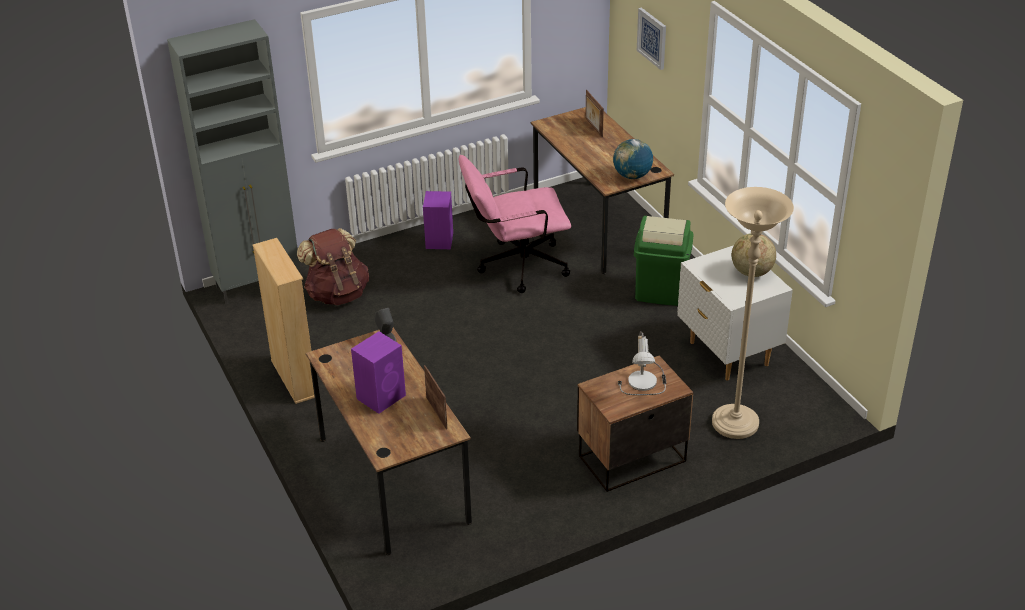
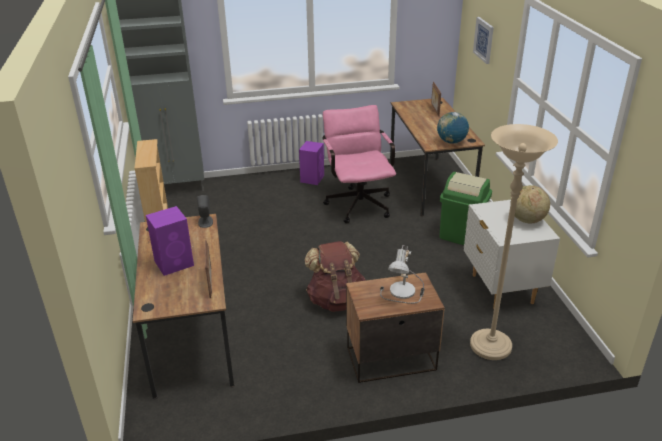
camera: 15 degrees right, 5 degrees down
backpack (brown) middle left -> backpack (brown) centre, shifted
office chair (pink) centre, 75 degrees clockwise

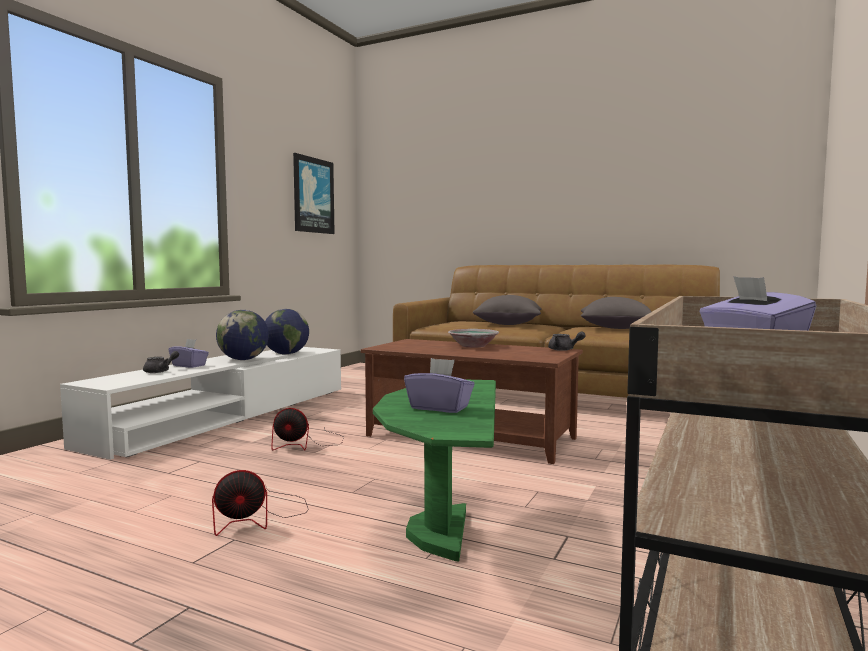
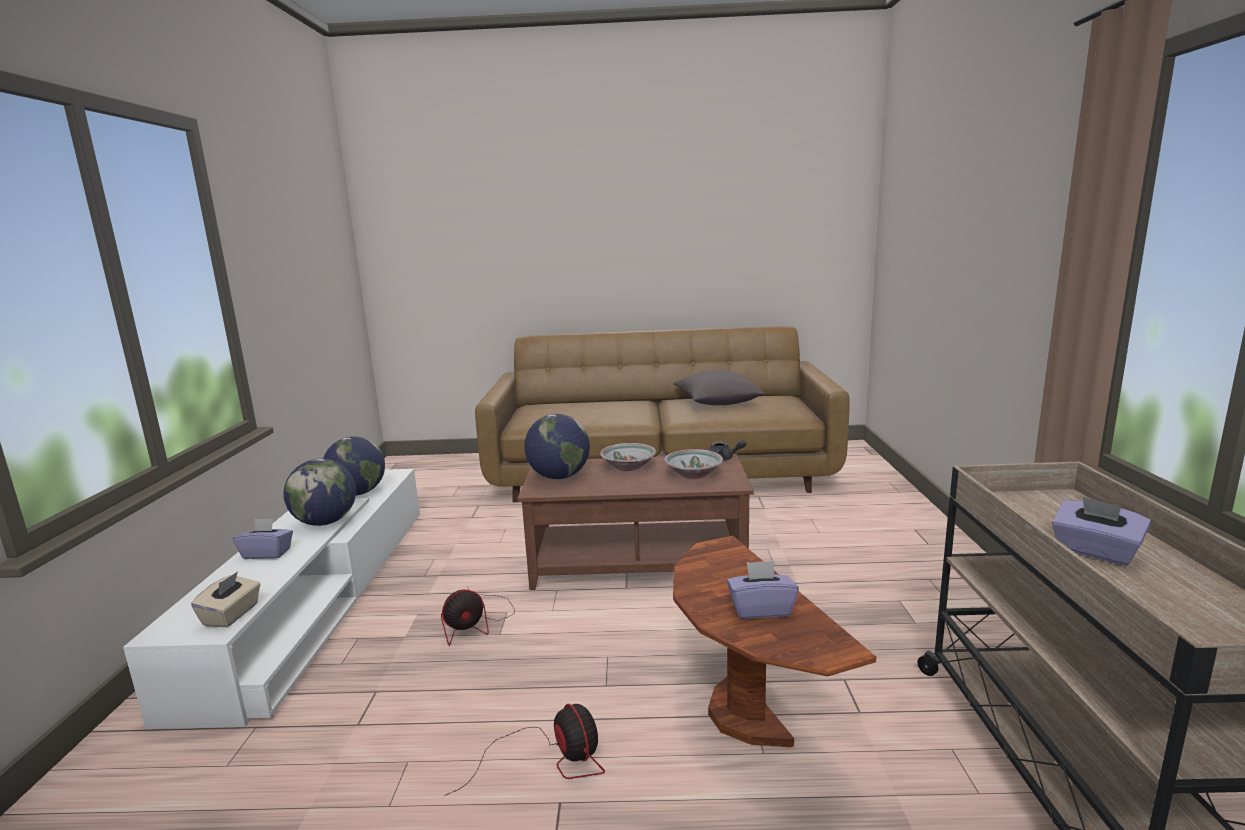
camera: 25 degrees left, 10 degrees up
none -> tissue box (beige) bottom left
fan (no. 1 from left in the first image) bottom left -> fan (no. 2 from left) bottom centre, 75 degrees counterclockwise
none -> globe (no. 3 from left) centre
none -> bowl (no. 2 from left) centre
side table (green) bottom centre -> side table (brown) bottom centre
teapot (grey) (no. 1 from left) middle left -> none
picture top centre -> none
pillow (grey) (no. 1 from left) centre -> none

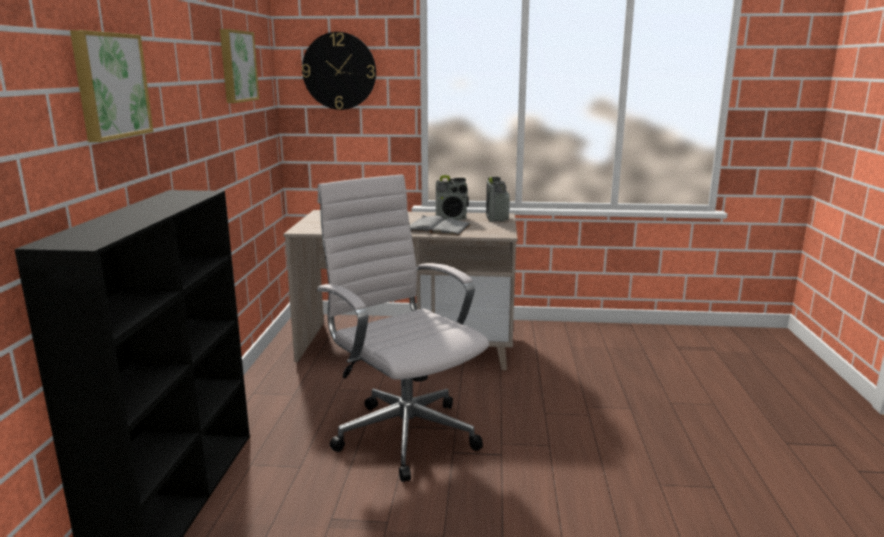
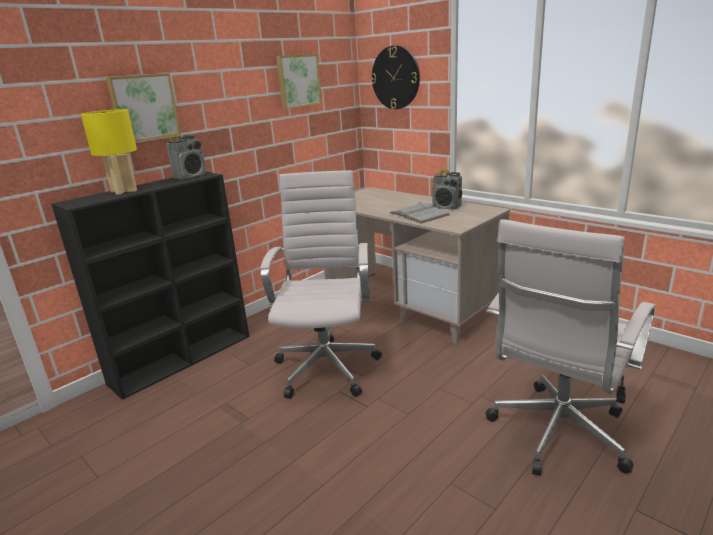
camera: 40 degrees right, 5 degrees up
none -> table lamp (yellow) top left
radio (no. 2 from left in the first image) centre -> radio (no. 1 from left) top left, shifted
none -> office chair (white) (no. 2 from left) middle right

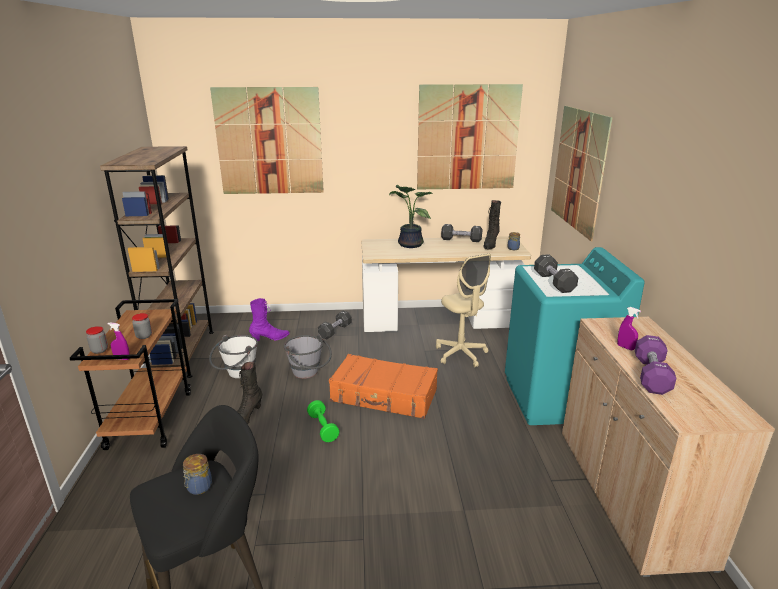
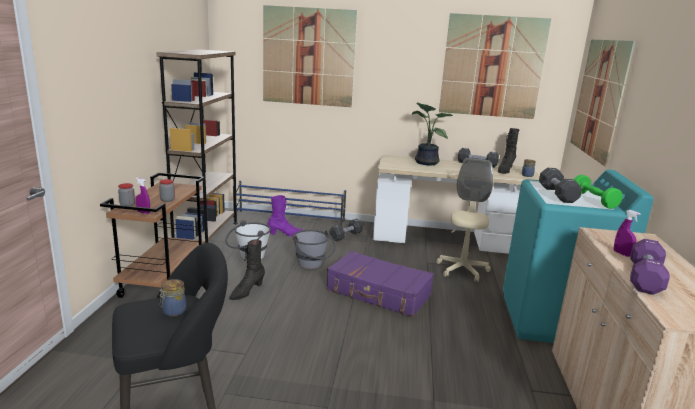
camera: 10 degrees right, 5 degrees down
none -> shoe rack (blue) centre
suitcase (orange) centre -> suitcase (purple) bottom centre
office chair (beige) centre -> office chair (beige) middle right, 150 degrees counterclockwise
dumbbell (green) bottom centre -> dumbbell (green) middle right, shifted

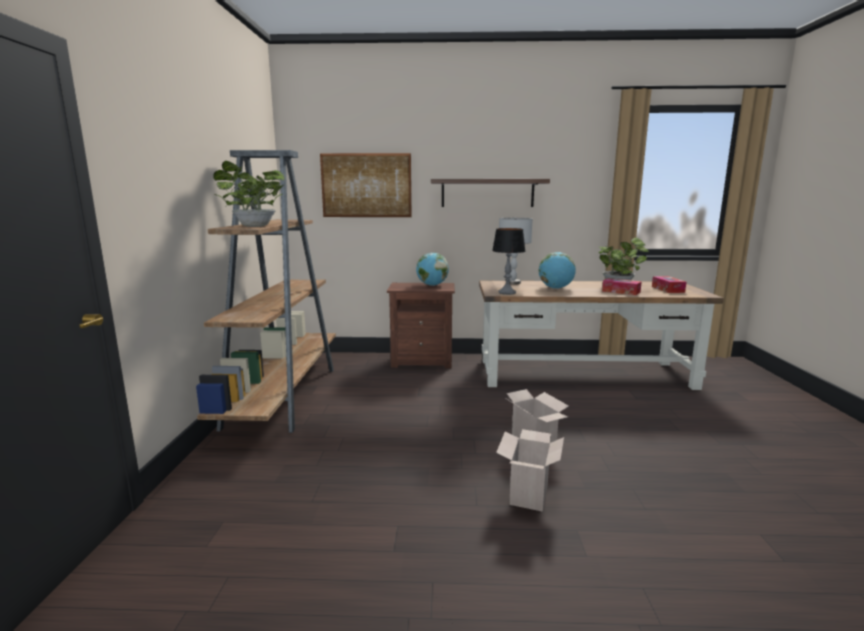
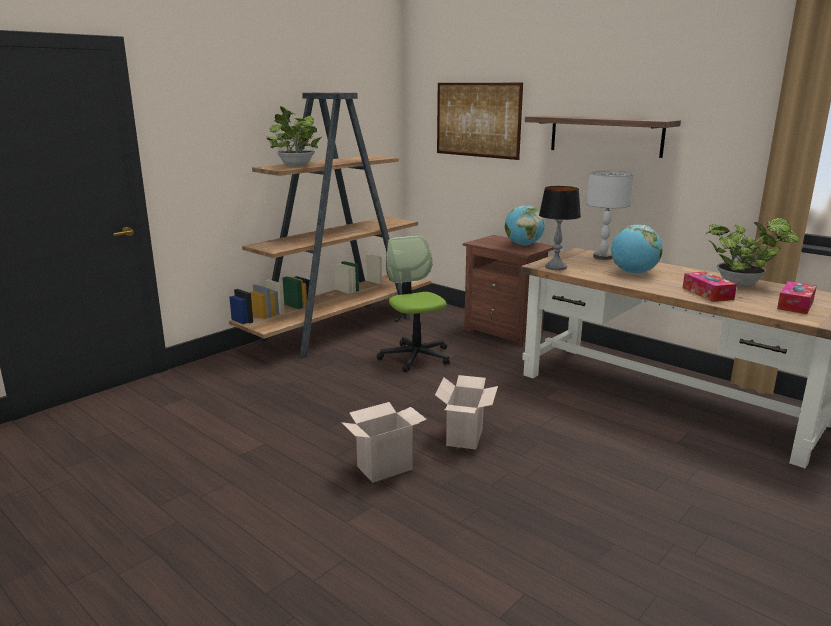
camera: 40 degrees right, 5 degrees up
none -> office chair centre

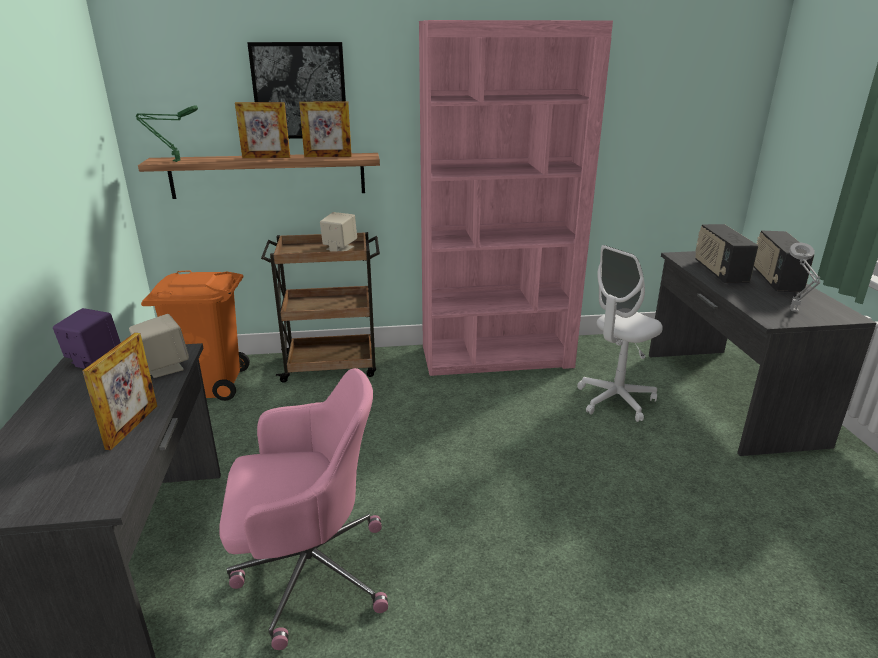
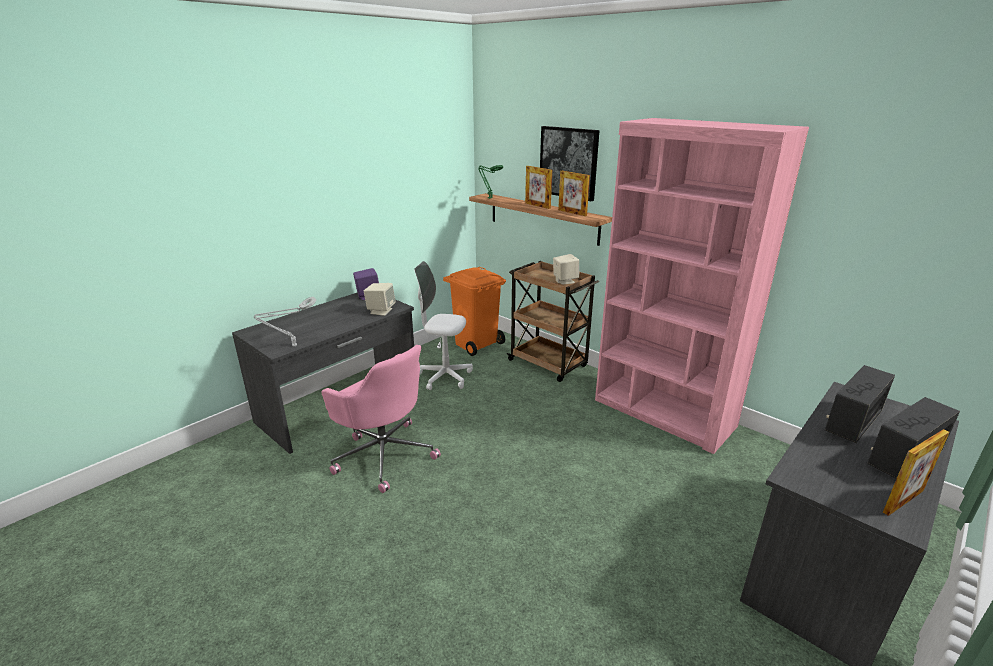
camera: 50 degrees right, 0 degrees up
table lamp (grey) middle right -> table lamp (grey) middle left, shifted
office chair (white) middle right -> office chair (white) centre, shifted
picture frame (no. 1 from left in the first image) middle left -> picture frame (no. 3 from left) bottom right, shifted

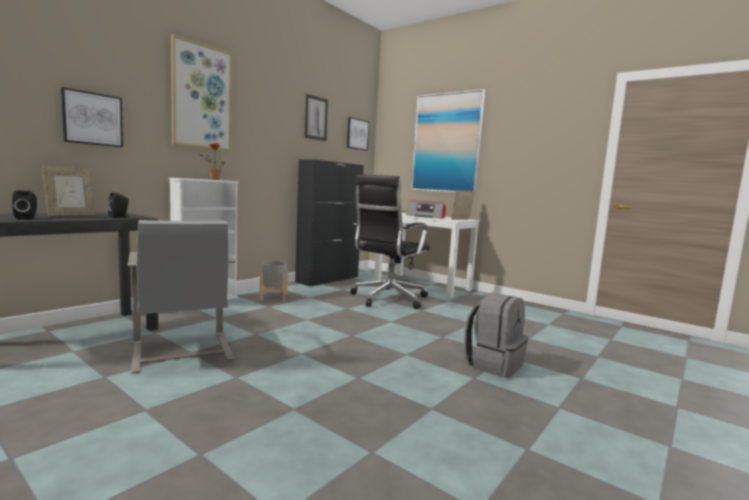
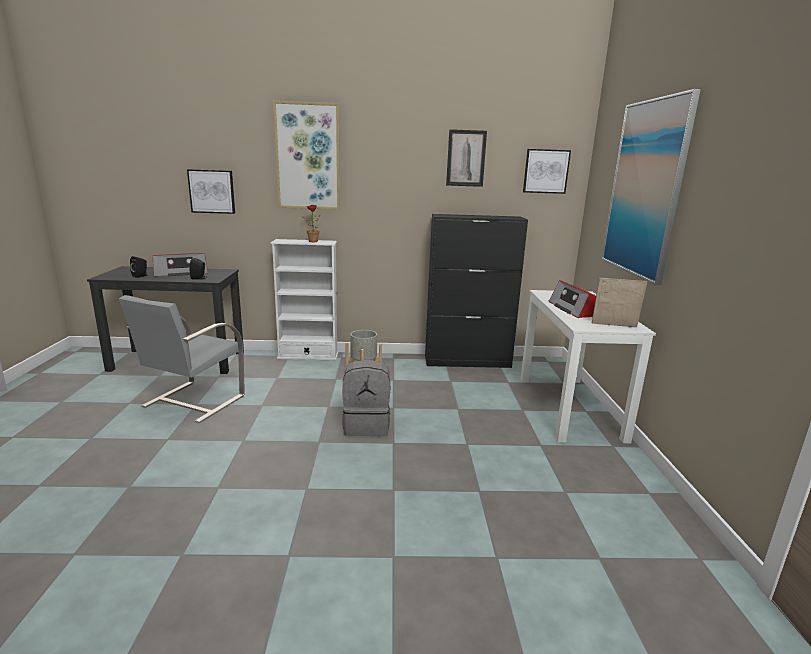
camera: 50 degrees right, 10 degrees up
picture frame (no. 1 from left) middle left -> radio (no. 1 from left) middle left
backpack (grey) bottom centre -> backpack (grey) centre, shifted
office chair (black) centre -> none

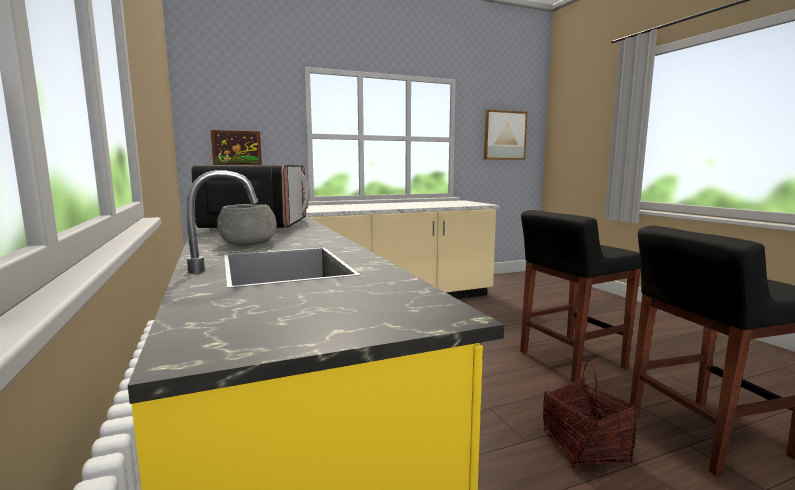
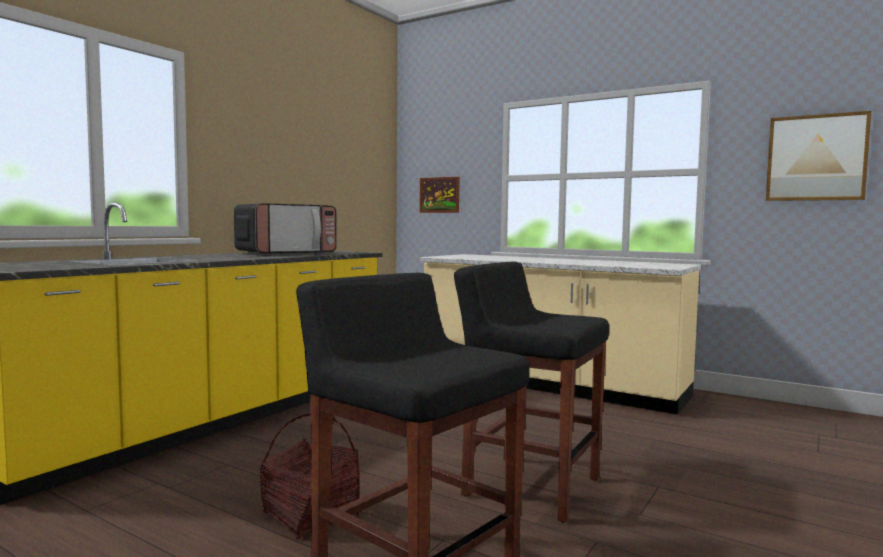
camera: 55 degrees right, 5 degrees down
bowl (grey) middle left -> none

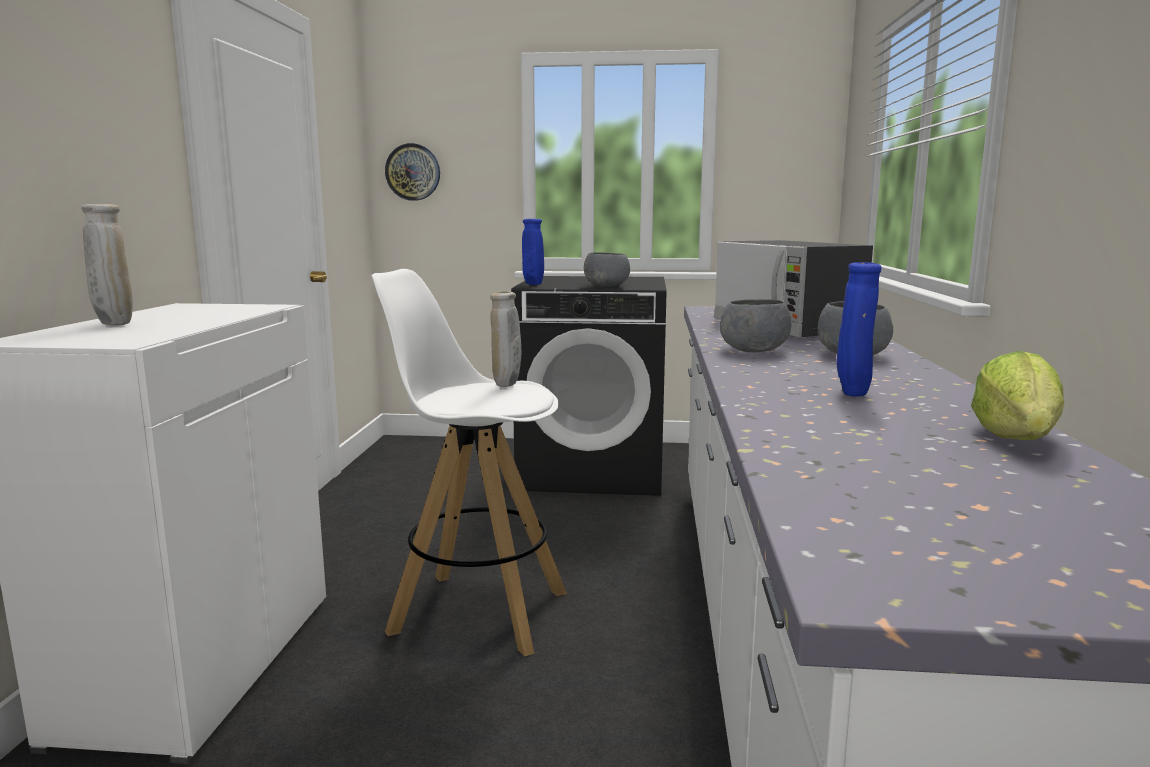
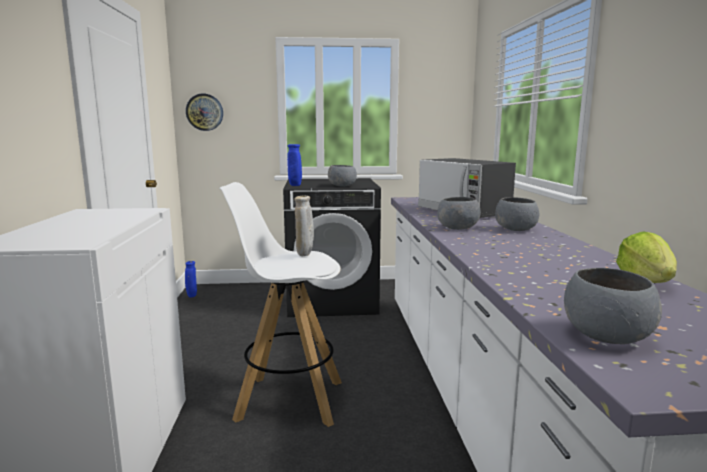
camera: 10 degrees left, 0 degrees up
vase (blue) (no. 2 from left in the first image) middle right -> vase (blue) (no. 1 from left) middle left, shifted
none -> bowl (grey) (no. 4 from left) middle right
vase (beige) (no. 1 from left) middle left -> none

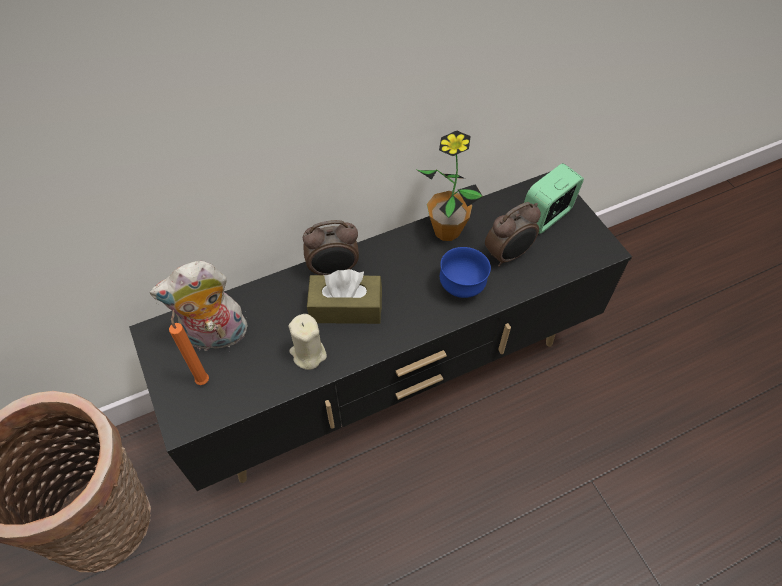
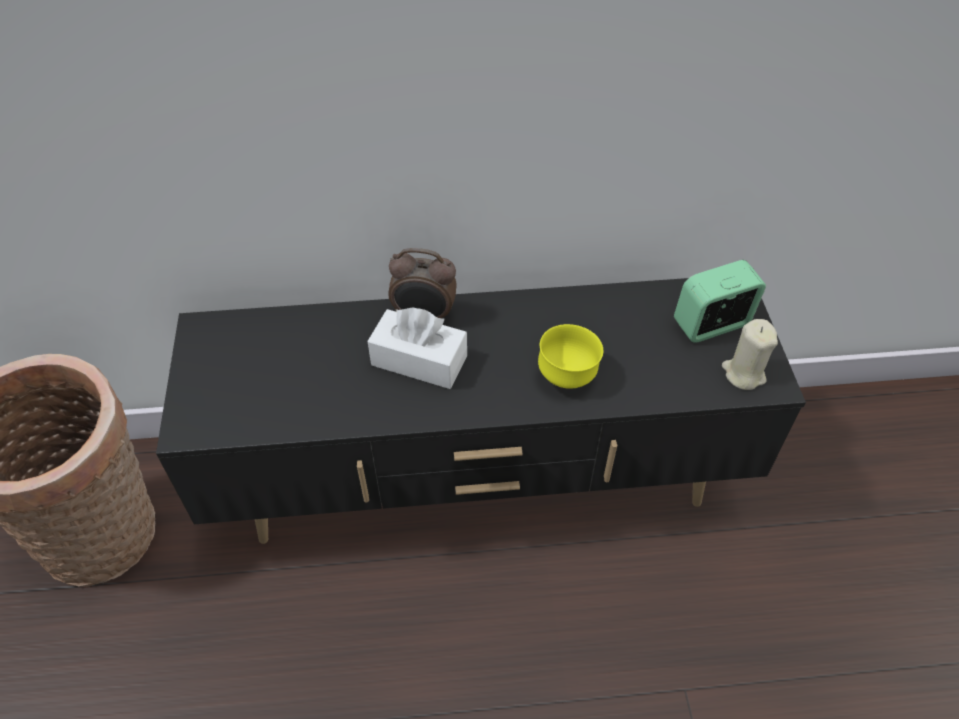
camera: 20 degrees right, 5 degrees down
tissue box (brown) centre -> tissue box (white) centre
bowl (blue) centre -> bowl (yellow) centre
candle (beige) centre -> candle (beige) middle right, shifted
plush toy middle left -> none
candle (orange) middle left -> none
potted plant top centre -> none
alarm clock (no. 2 from left) centre -> none

